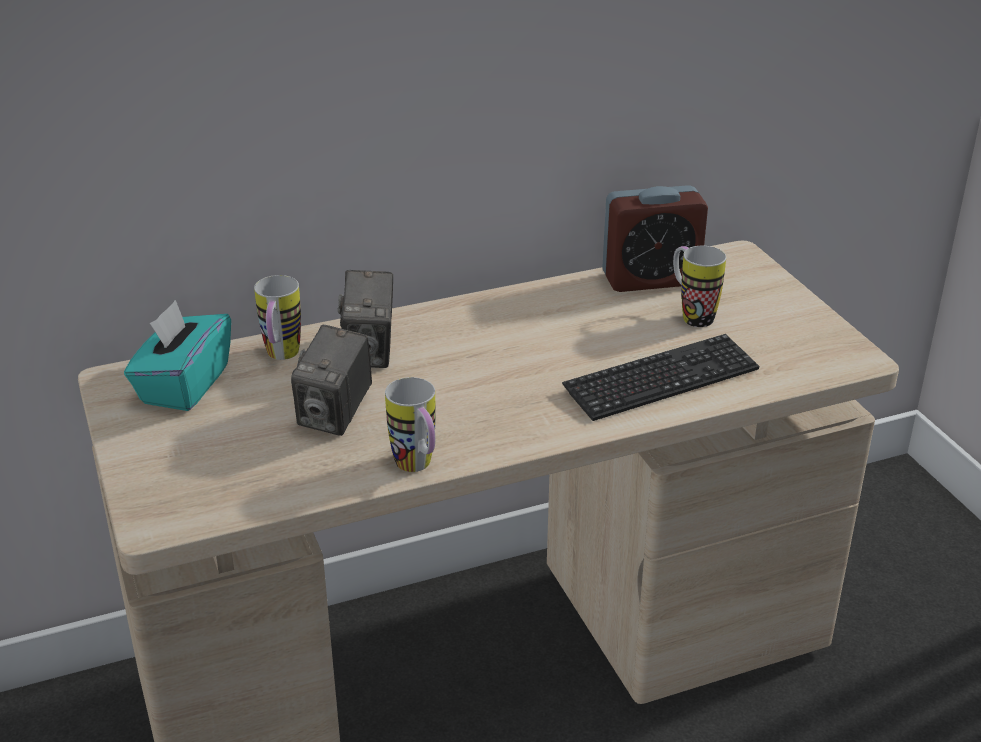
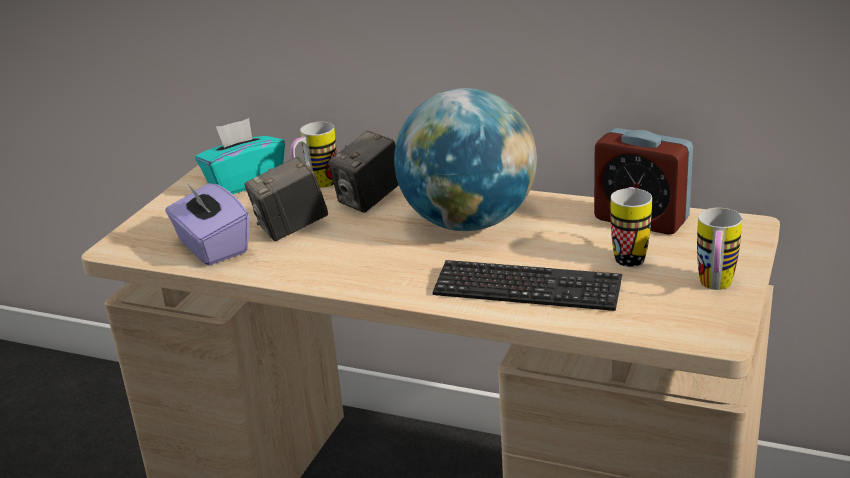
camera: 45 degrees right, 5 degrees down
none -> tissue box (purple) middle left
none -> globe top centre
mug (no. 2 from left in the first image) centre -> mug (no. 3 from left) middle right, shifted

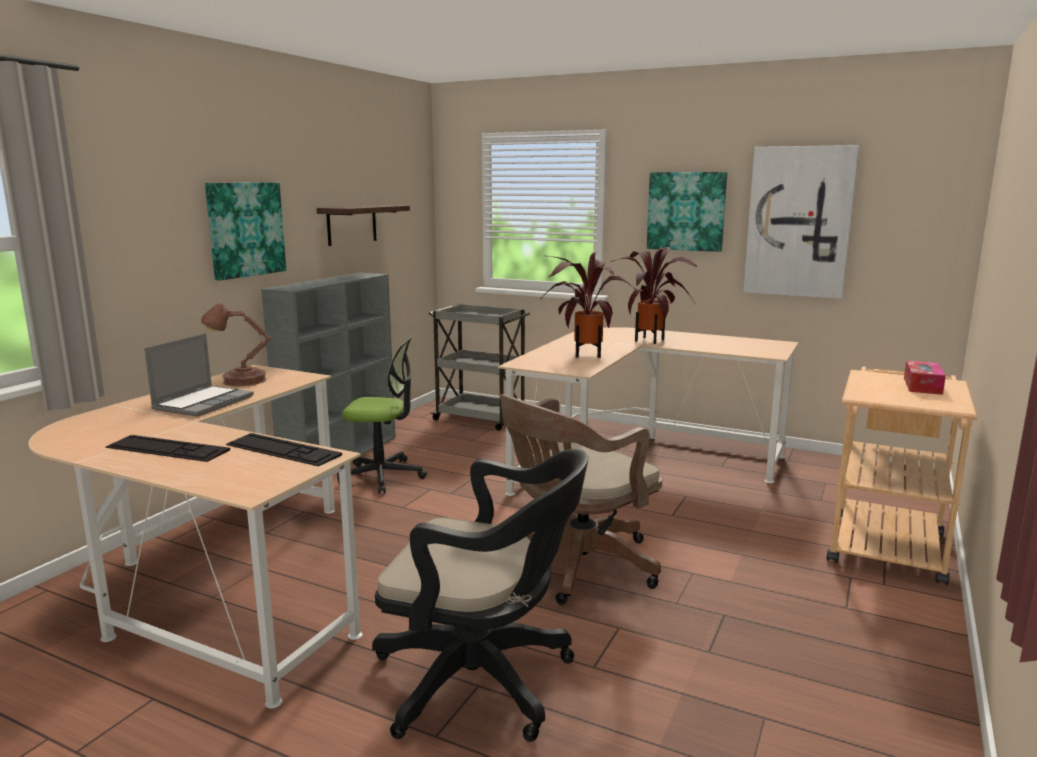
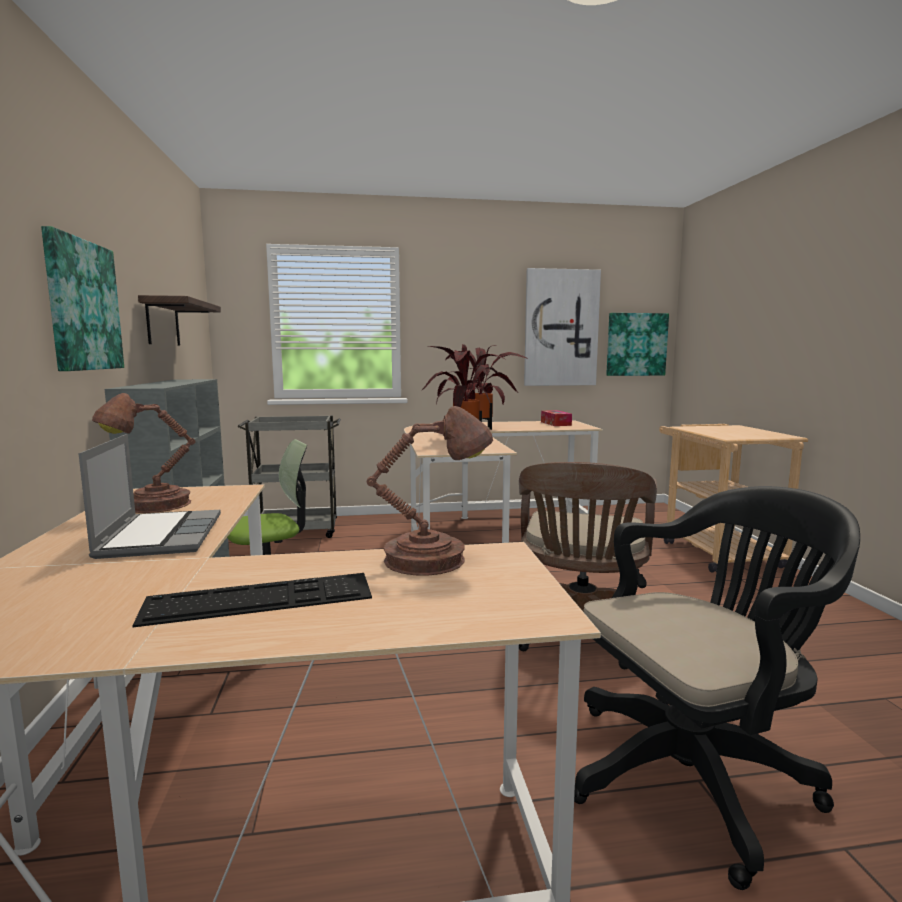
camera: 35 degrees left, 5 degrees down
keyboard (no. 2 from left) middle left -> table lamp (brown) (no. 2 from left) centre
tissue box middle right -> tissue box centre, shifted
picture (no. 2 from left in the first image) top centre -> picture (no. 3 from left) middle right, shifted

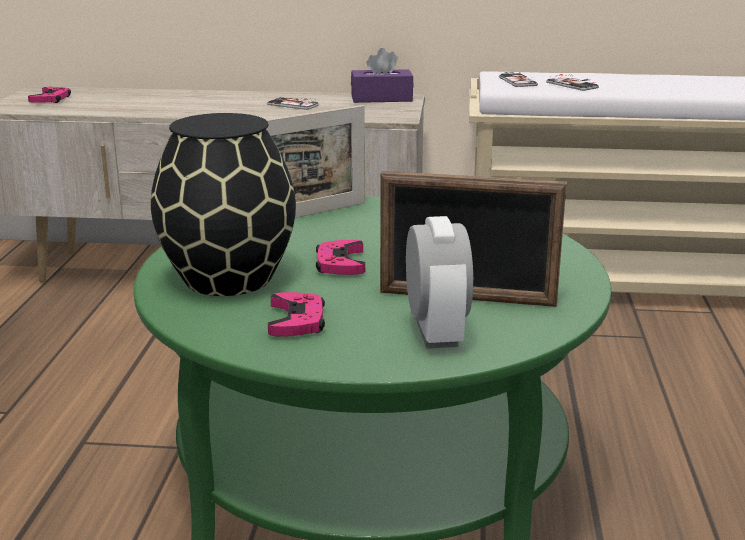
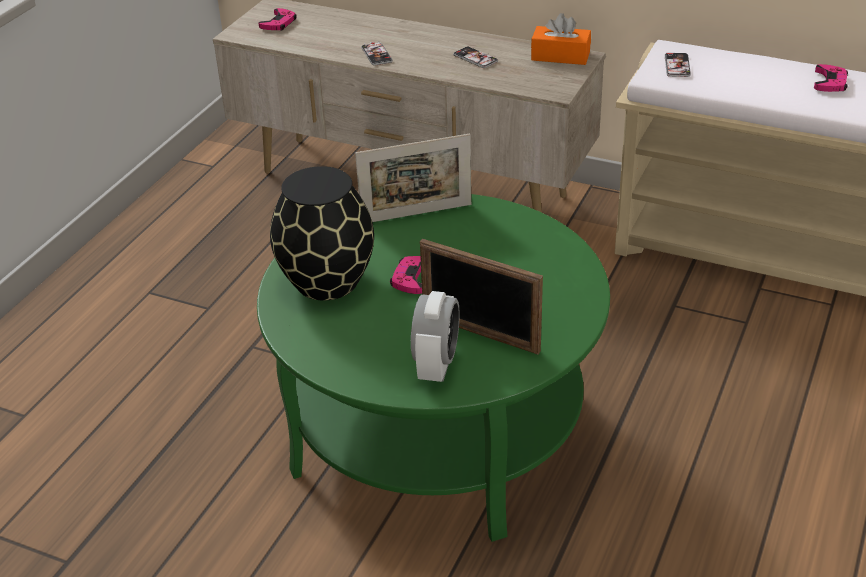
camera: 20 degrees right, 15 degrees up
phone (no. 3 from left in the first image) top right -> phone (no. 1 from left) top centre, shifted
tissue box (purple) top centre -> tissue box (orange) top centre
game controller (pink) (no. 2 from left in the first image) centre -> game controller (pink) (no. 3 from left) top right, shifted

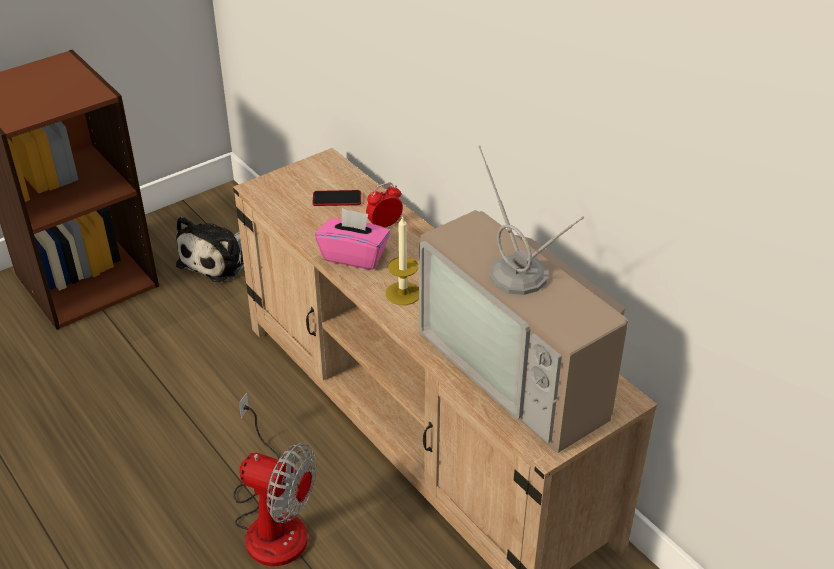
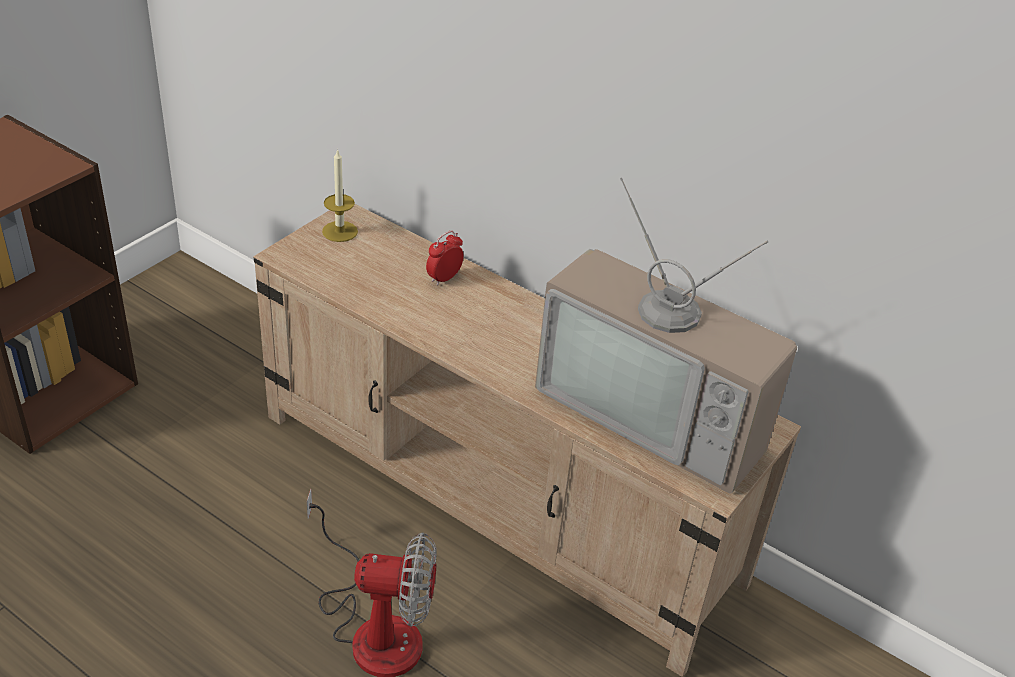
camera: 20 degrees left, 0 degrees up
candle centre -> candle top centre, shifted
plush toy middle left -> none
phone centre -> none
tissue box (pink) centre -> none

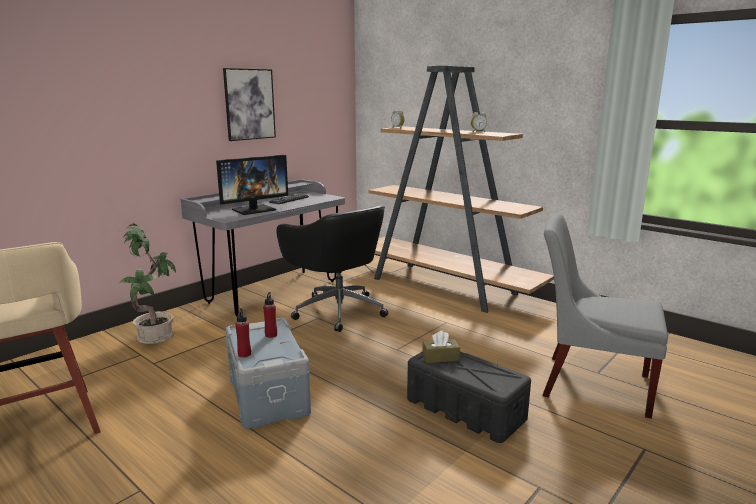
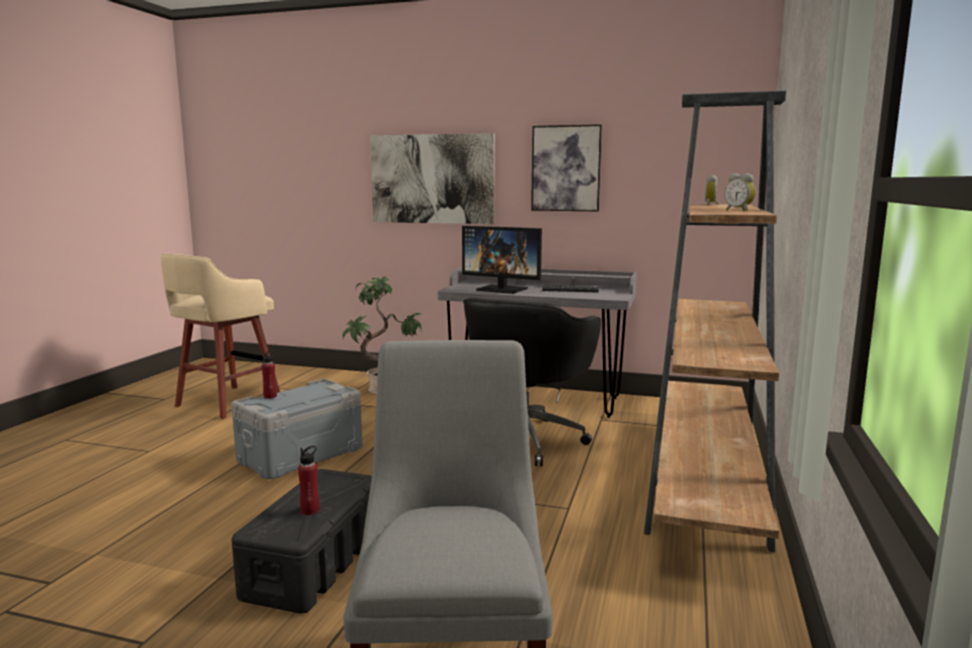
camera: 65 degrees right, 5 degrees down
bottle (red) (no. 2 from left) centre -> bottle (red) (no. 2 from left) bottom left, shifted
none -> picture (no. 1 from left) top centre
tissue box (brown) bottom centre -> none

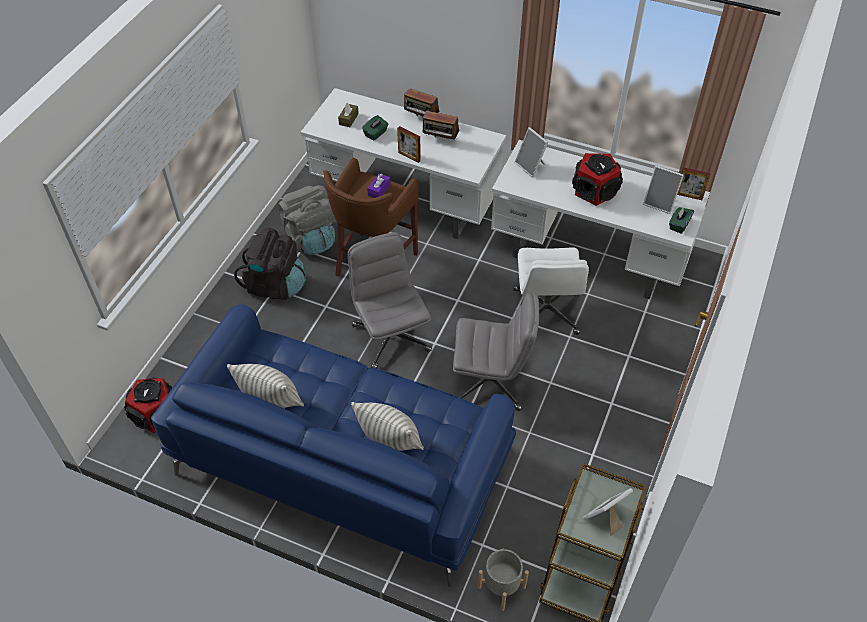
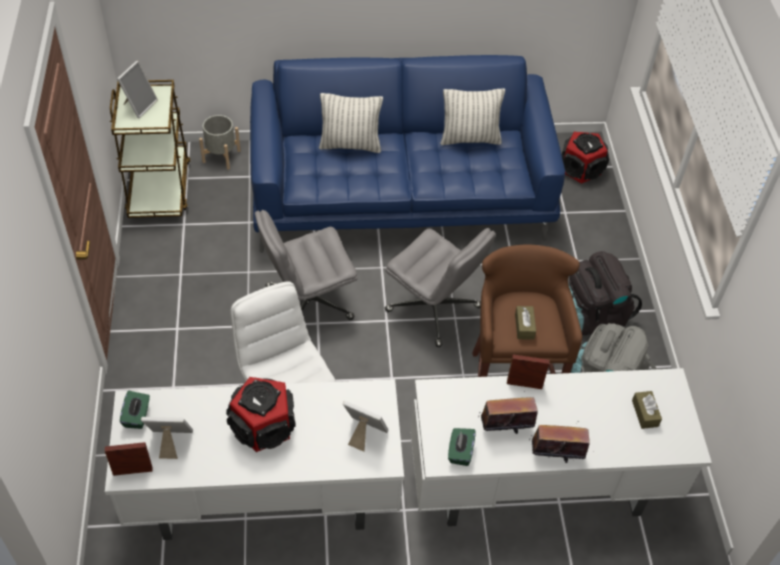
camera: 150 degrees right, 0 degrees up
tissue box (green) (no. 1 from left in the first image) top centre -> tissue box (green) (no. 2 from left) bottom centre, shifted
tissue box (purple) top centre -> tissue box (brown) (no. 1 from left) middle right

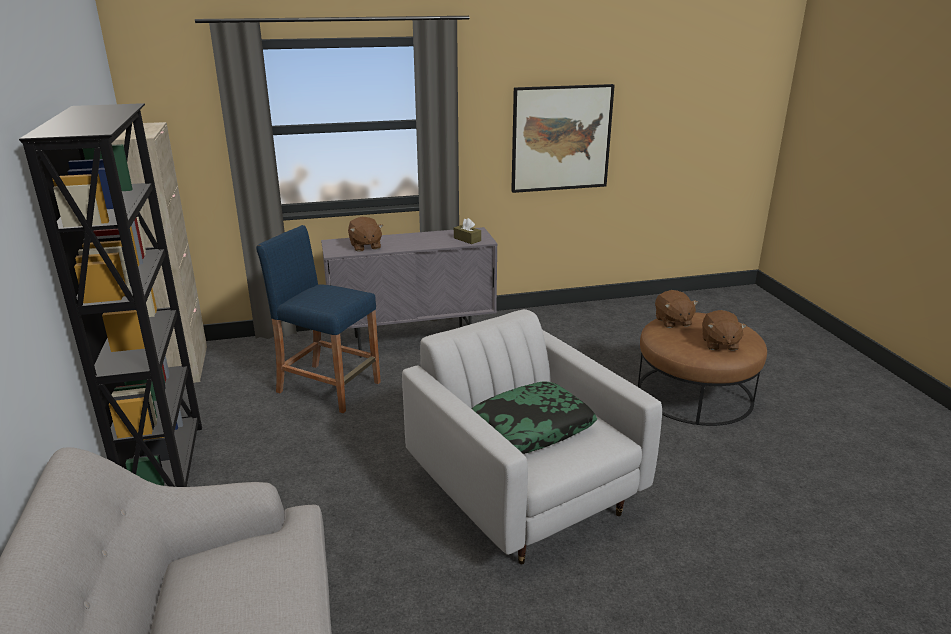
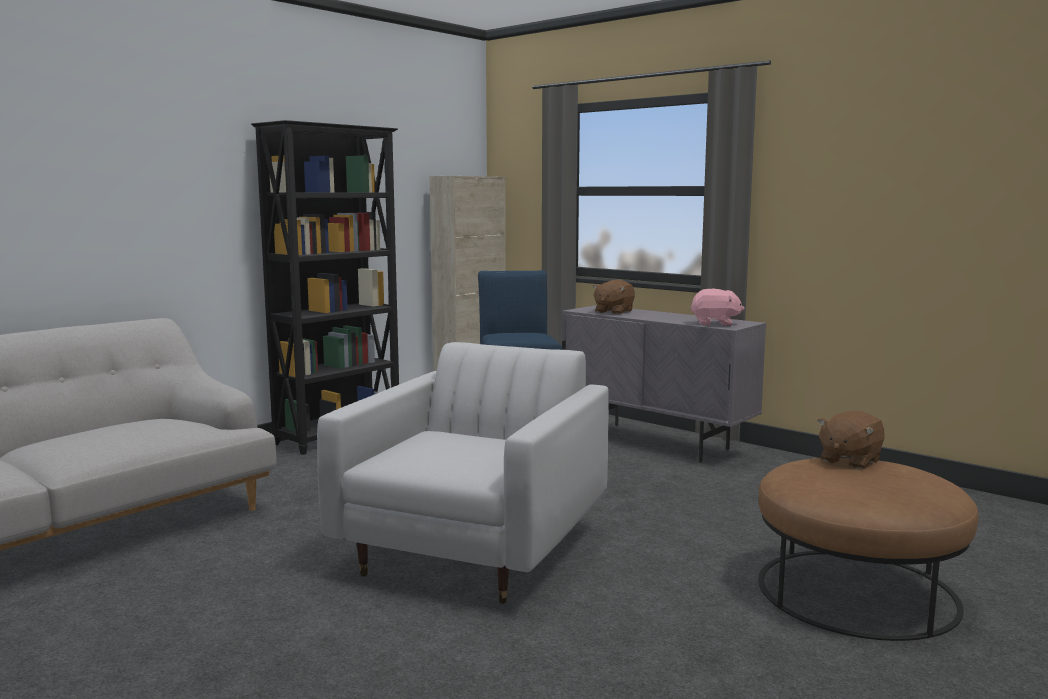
camera: 55 degrees right, 15 degrees down
tissue box (brown) centre -> plush toy (pink) middle right
pillow centre -> none
picture top centre -> none
plush toy (brown) (no. 3 from left) middle right -> none

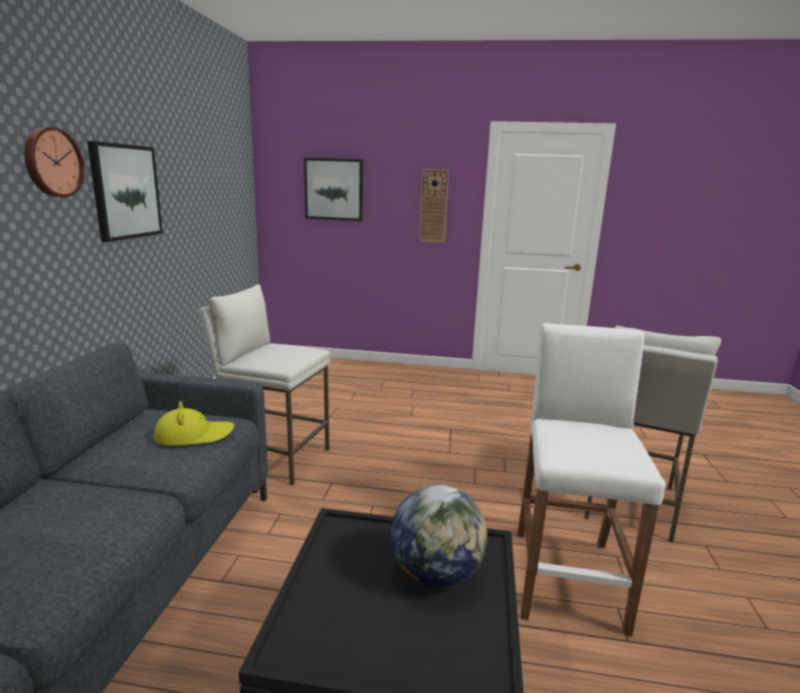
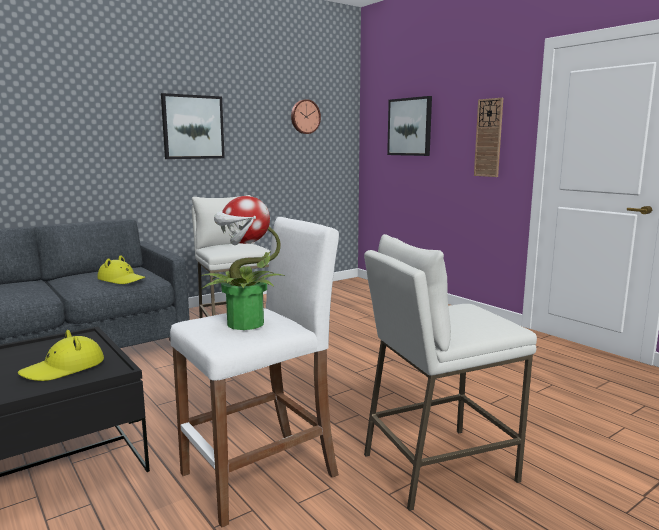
camera: 45 degrees right, 5 degrees down
globe bottom centre -> hat (yellow) (no. 1 from left) bottom left
none -> potted plant centre
wall clock (no. 1 from left) top left -> wall clock (no. 1 from left) top centre, shifted

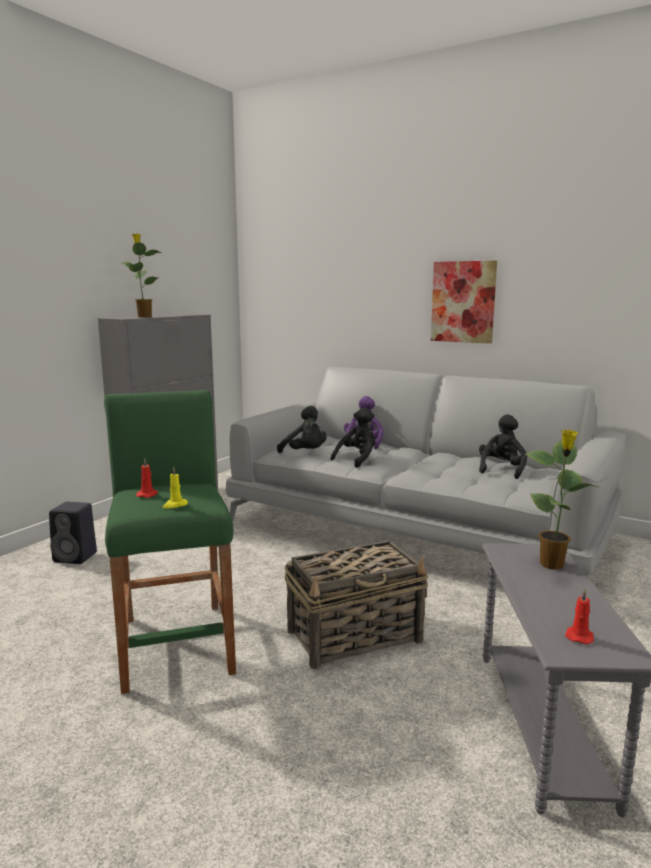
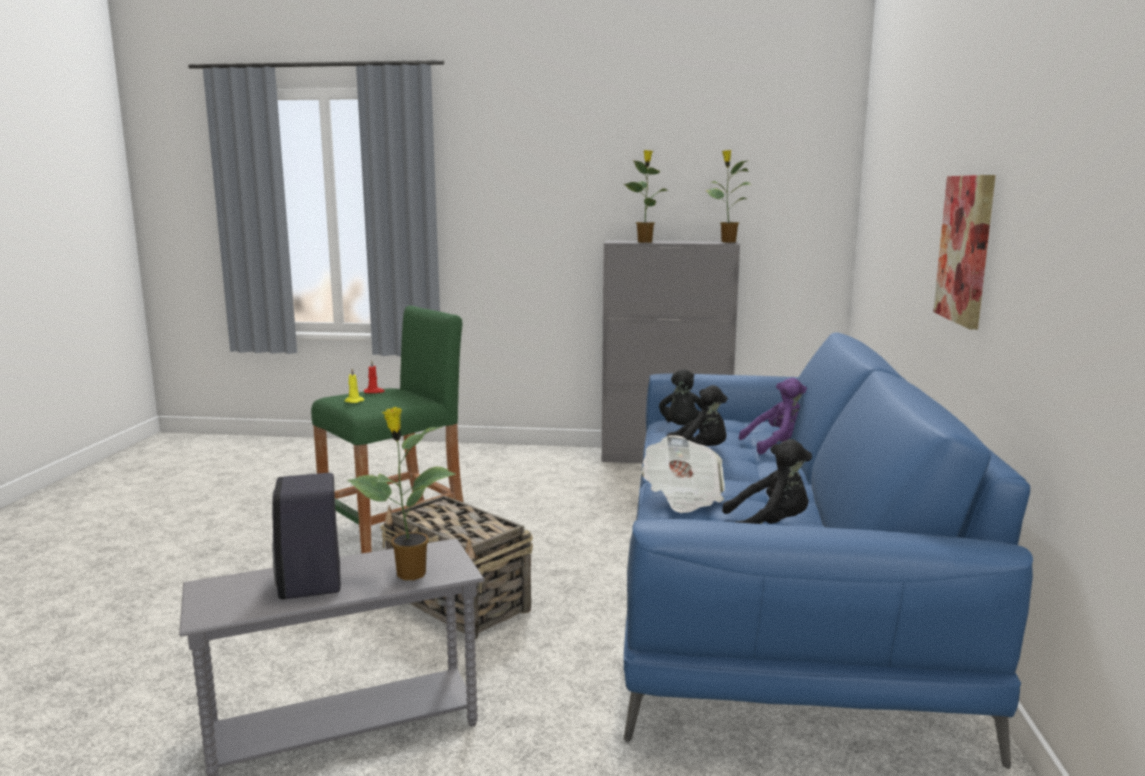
camera: 65 degrees right, 0 degrees up
speaker (black) middle left -> speaker (black) bottom left, shifted
sofa (grey) centre -> sofa (blue) bottom right
none -> newspaper centre
none -> potted plant (no. 3 from left) top centre
candle (red) (no. 2 from left) bottom right -> none

